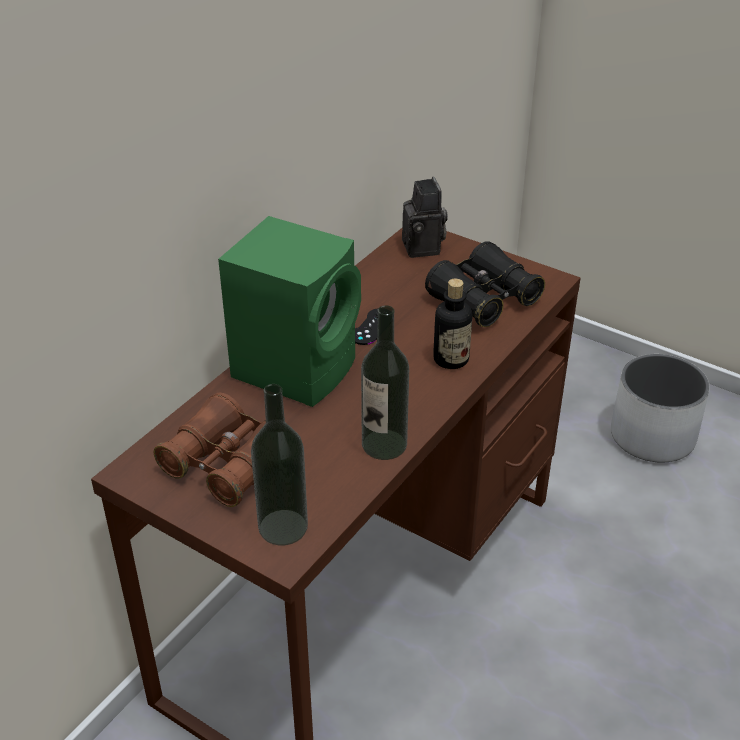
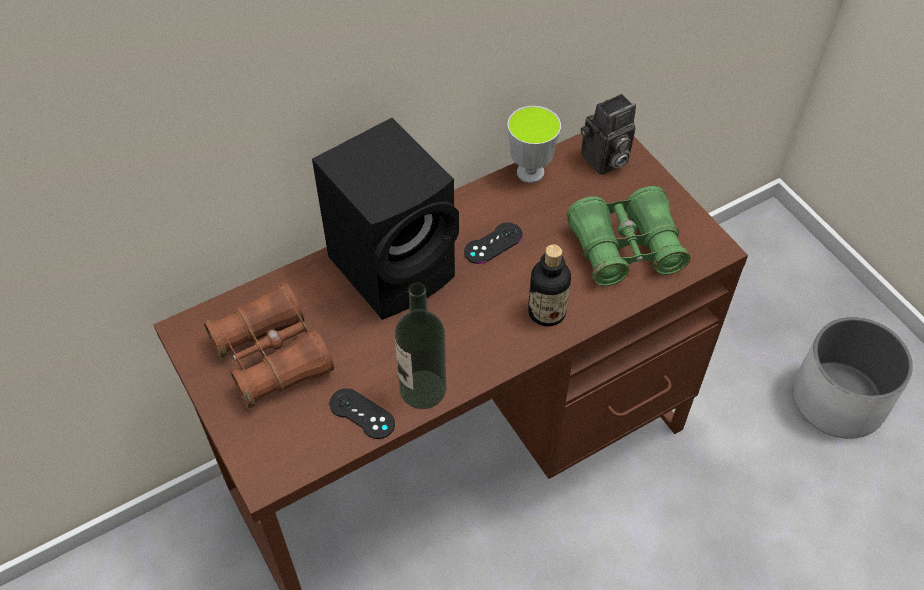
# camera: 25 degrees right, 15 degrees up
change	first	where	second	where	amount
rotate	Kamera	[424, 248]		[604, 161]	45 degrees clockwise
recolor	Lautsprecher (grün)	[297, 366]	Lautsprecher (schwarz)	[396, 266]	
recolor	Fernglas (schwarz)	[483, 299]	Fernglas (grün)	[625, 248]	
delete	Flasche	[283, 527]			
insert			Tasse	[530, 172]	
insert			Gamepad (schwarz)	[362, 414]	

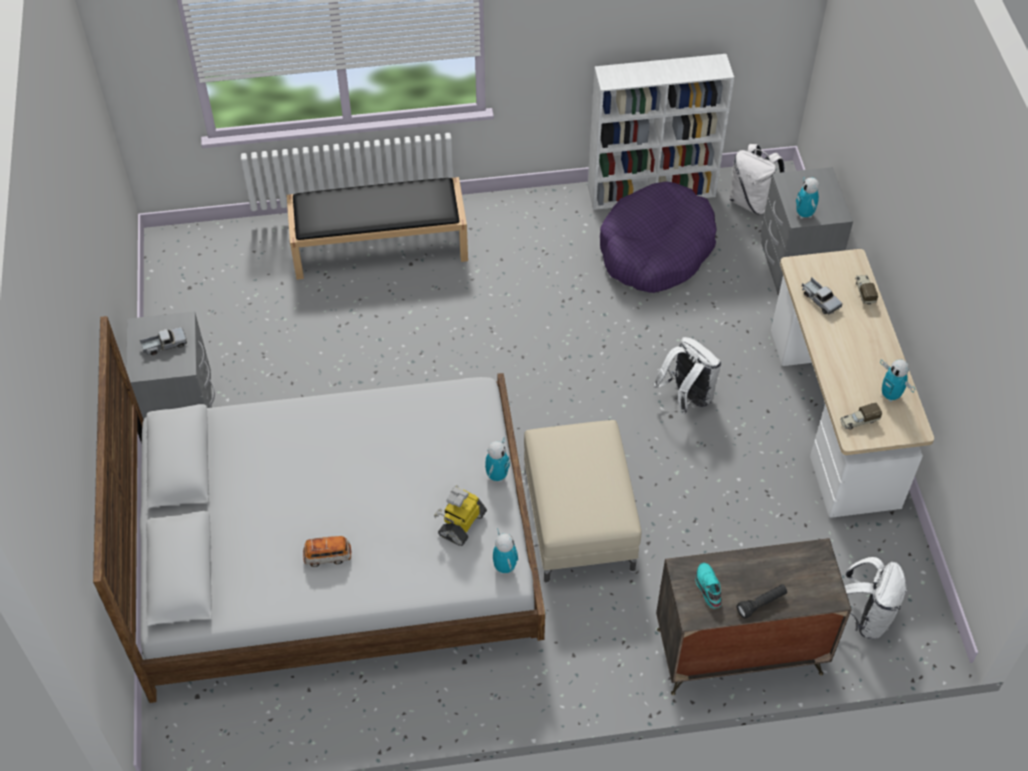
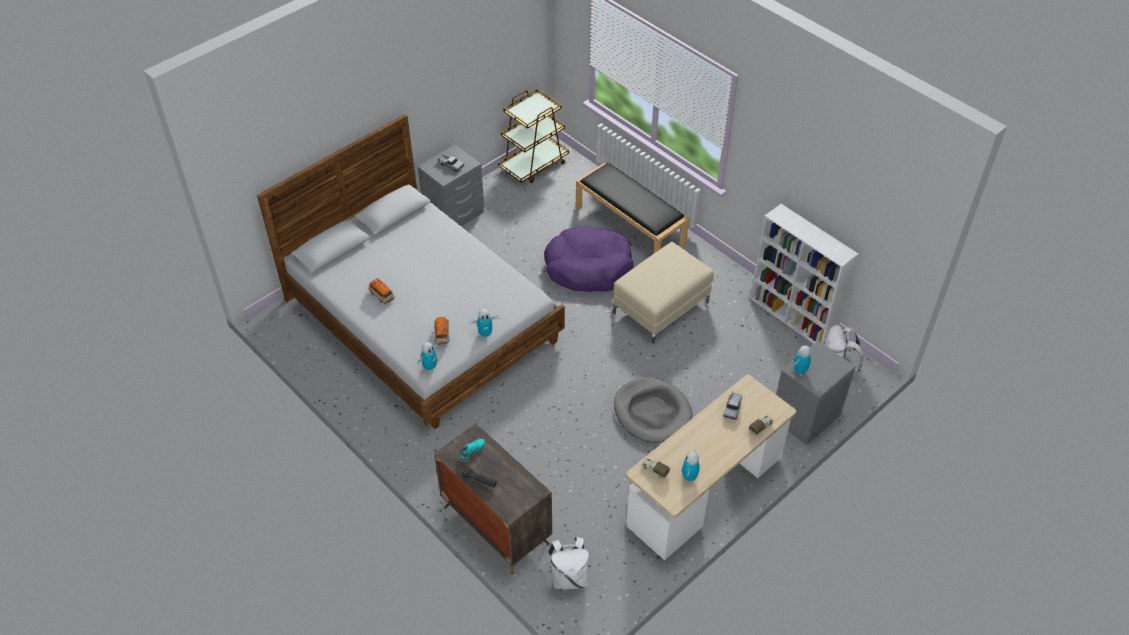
# camera: 55 degrees right, 5 degrees down
change	first	where	second	where	amount
move	Hundebett (lila)	[655, 249]		[588, 268]	
replace	Rucksack (weiß)	[686, 397]	Hundebett (grau)	[652, 412]	
move	Polsterhocker (beige)	[577, 520]		[660, 307]	
replace	Spielzeugroboter	[461, 523]	Spielzeugauto	[442, 335]	
insert			Rollwagen (braun)	[534, 165]	

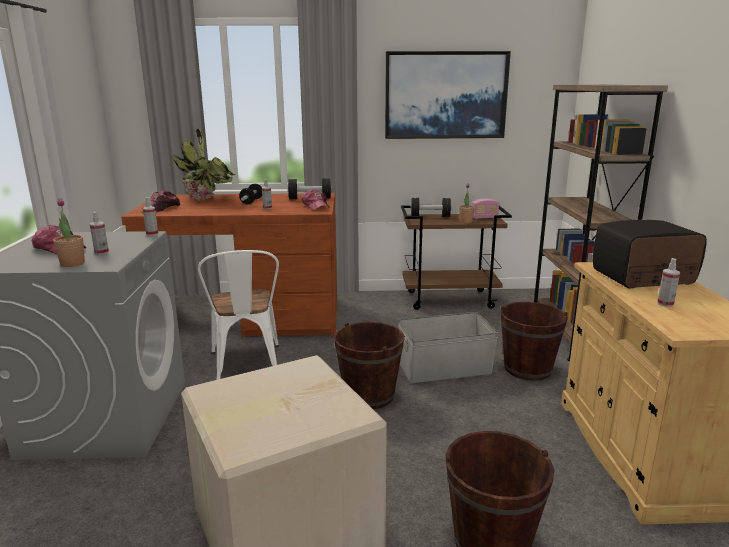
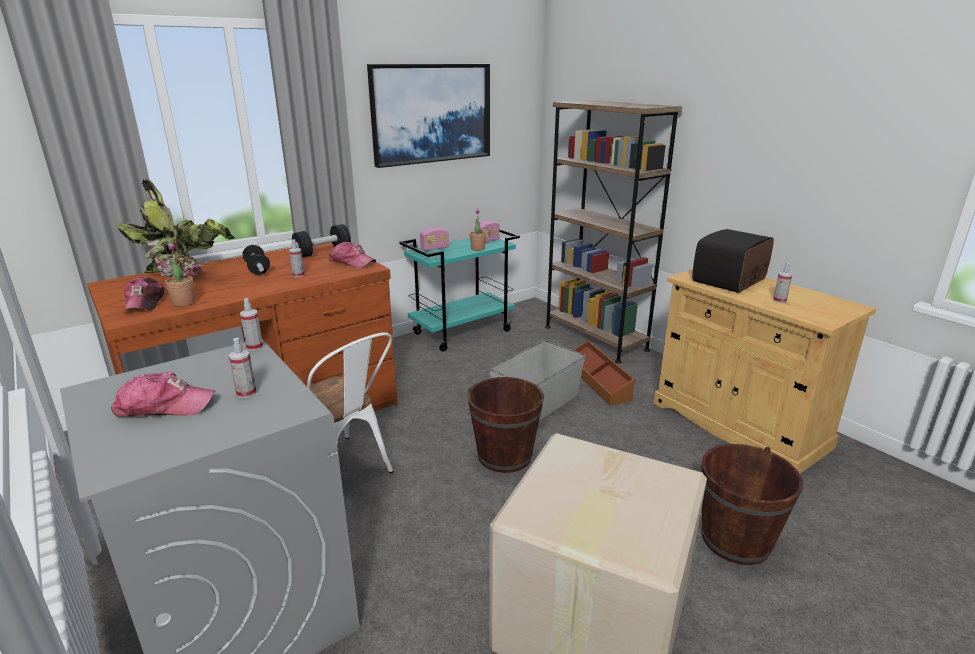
# camera: 35 degrees left, 5 degrees up
change	first	where	second	where	amount
move	Topfpflanze	[72, 264]		[184, 303]	
replace	Hantel (schwarz)	[430, 216]	Radio	[434, 248]	
recolor	Rollwagen (braun)	[450, 299]	Rollwagen (türkis)	[462, 332]	
replace	Eimer (braun)	[527, 369]	Aufbewahrungsbox (braun)	[598, 381]	

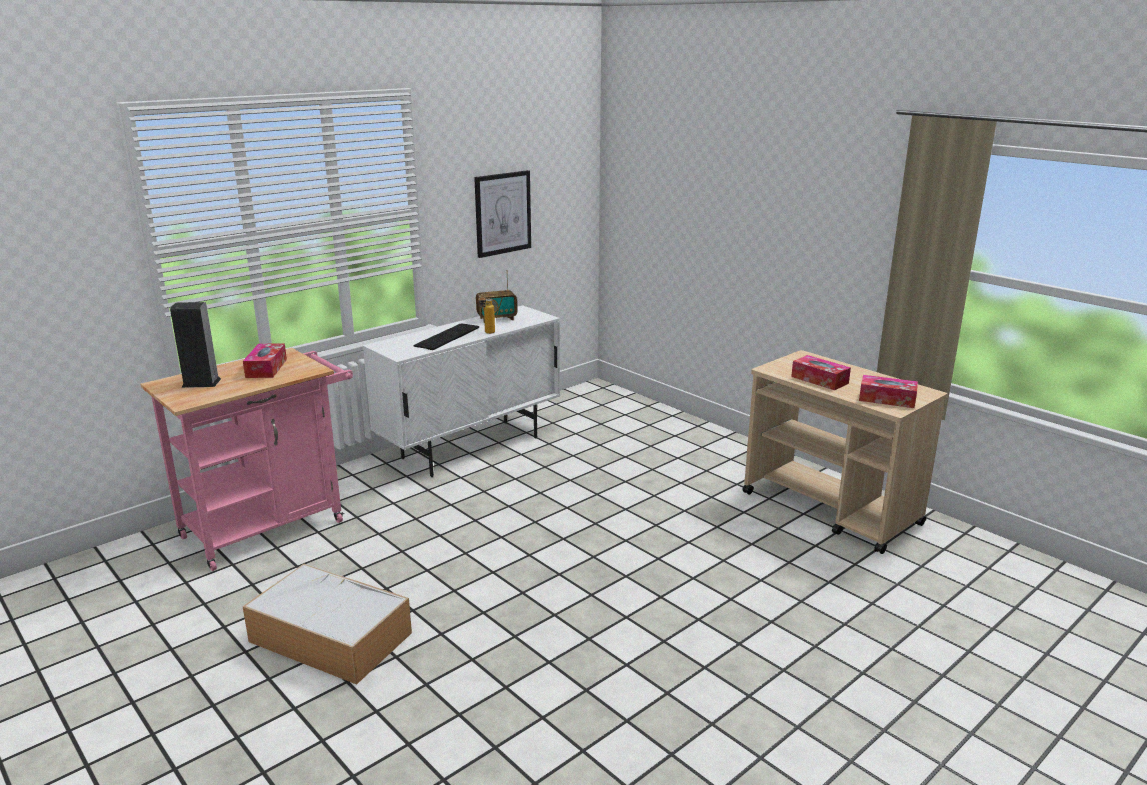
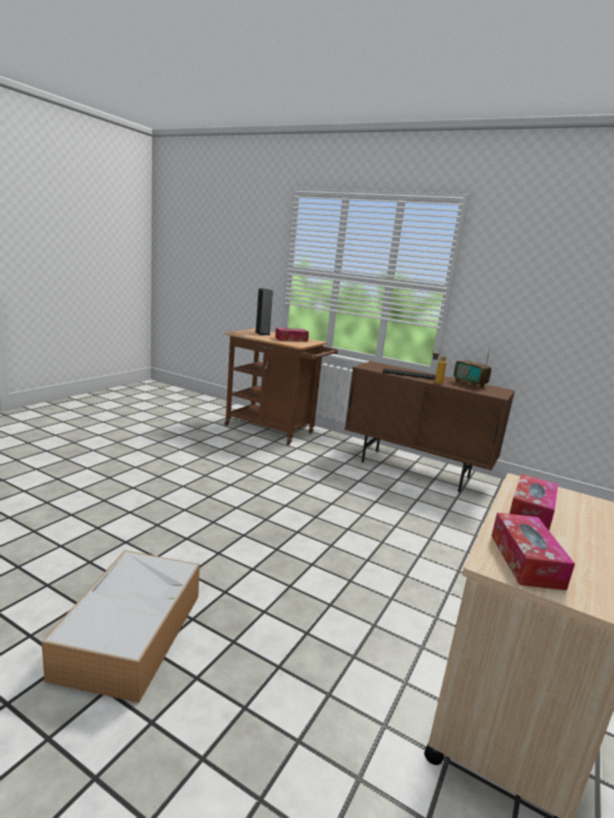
# camera: 70 degrees right, 5 degrees down
change	first	where	second	where	amount
delete	Bild	[502, 213]			
recolor	Schrank (weiß)	[471, 447]	Schrank (braun)	[415, 470]	
recolor	Rollwagen (rosa)	[272, 525]	Rollwagen (braun)	[274, 430]	
move	Aufbewahrungsbox	[328, 637]		[131, 632]	

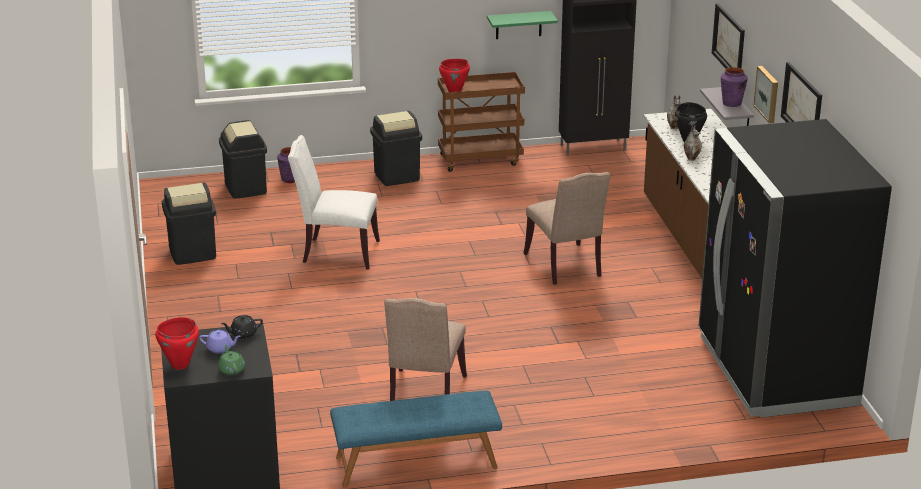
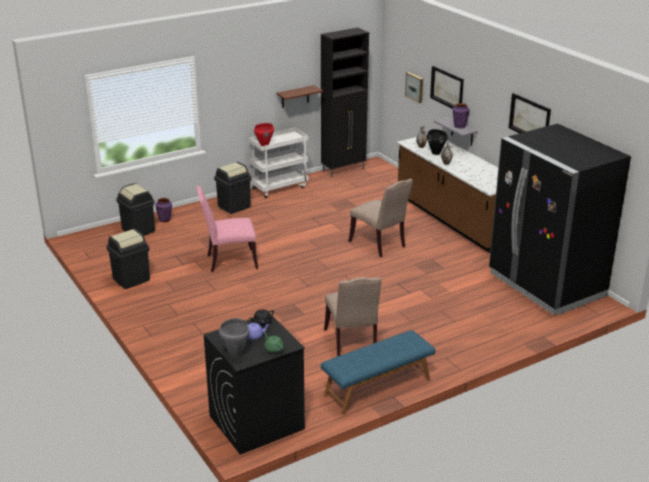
# camera: 20 degrees left, 0 degrees up
change	first	where	second	where	amount
recolor	Wandregal (grün)	[518, 25]	Wandregal (braun)	[295, 96]	
move	Bild	[768, 94]		[415, 87]	
recolor	Rollwagen (braun)	[480, 159]	Rollwagen (weiß)	[280, 187]	
recolor	Stuhl (weiß)	[337, 252]	Stuhl (rosa)	[229, 261]	
recolor	Kochtopf (rot)	[179, 365]	Kochtopf (grau)	[235, 353]	

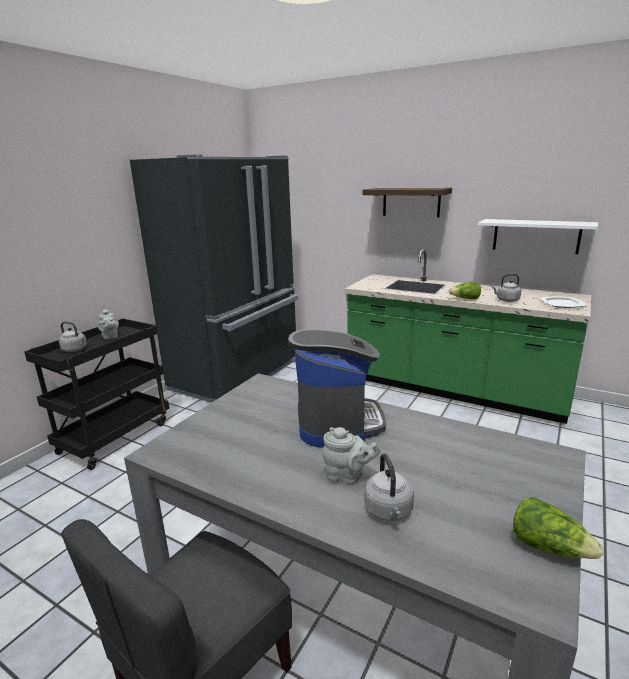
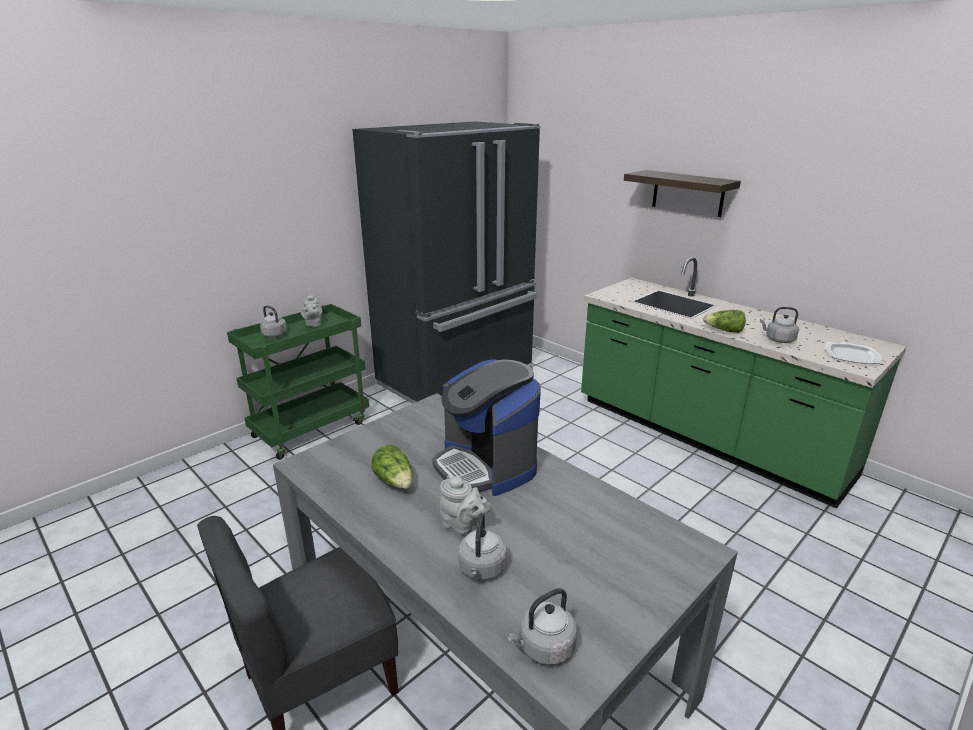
# camera: 15 degrees right, 5 degrees up
change	first	where	second	where	amount
delete	Wandregal (weiß)	[536, 236]			
recolor	Rollwagen (schwarz)	[115, 436]	Rollwagen (grün)	[311, 428]	
rotate	Kaffeemaschine	[337, 422]		[486, 465]	135 degrees clockwise
move	Salatkopf	[548, 547]		[395, 481]	
insert			Wasserkessel (grau)	[544, 648]	

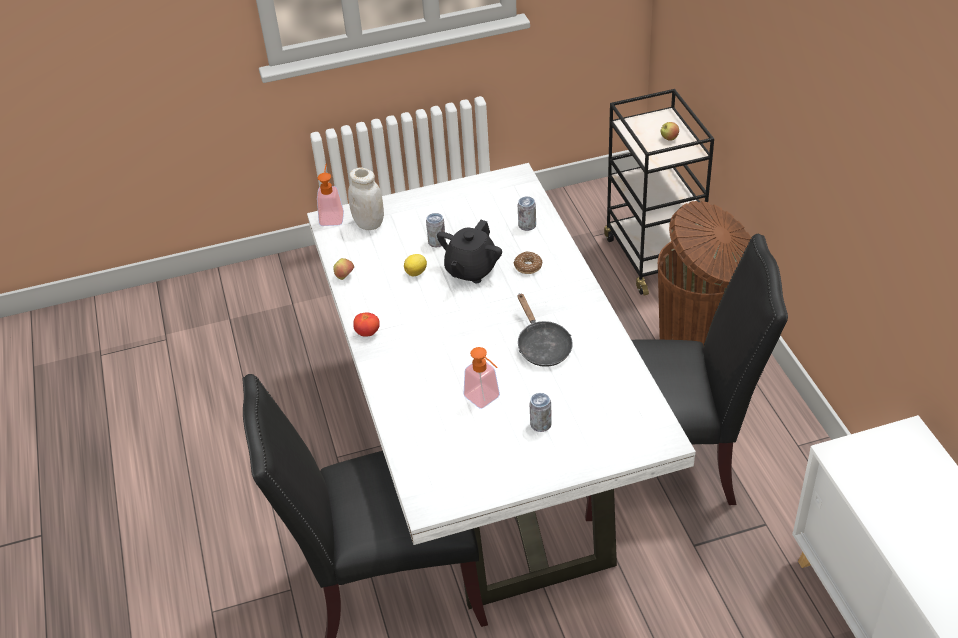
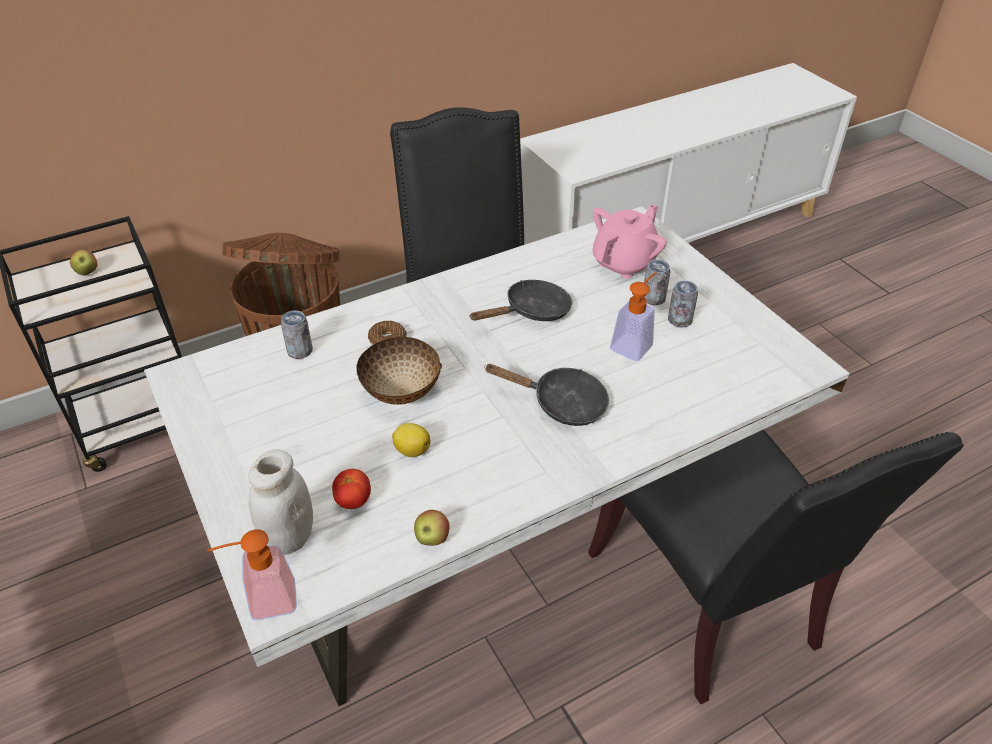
# camera: 105 degrees left, 0 degrees up
change	first	where	second	where	amount
move	Dose	[437, 242]		[679, 320]	
replace	Teekanne (schwarz)	[471, 270]	Schüssel	[400, 392]	
move	Tomate	[367, 333]		[353, 501]	
insert			Teekanne (rosa)	[624, 263]	
insert			Pfanne (schwarz)	[562, 403]	

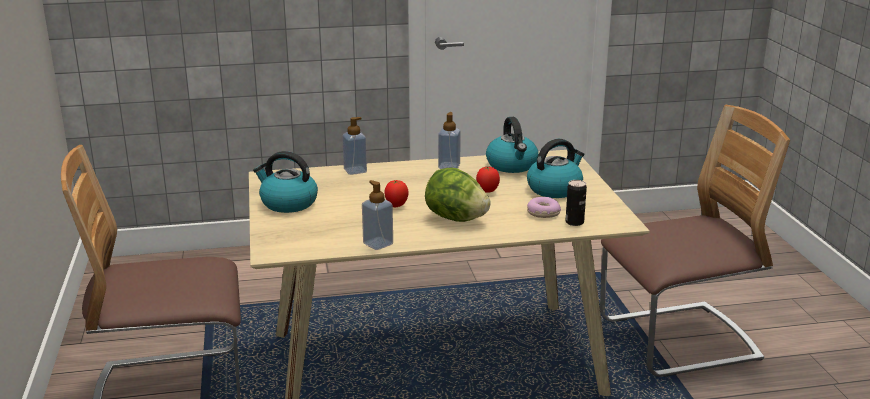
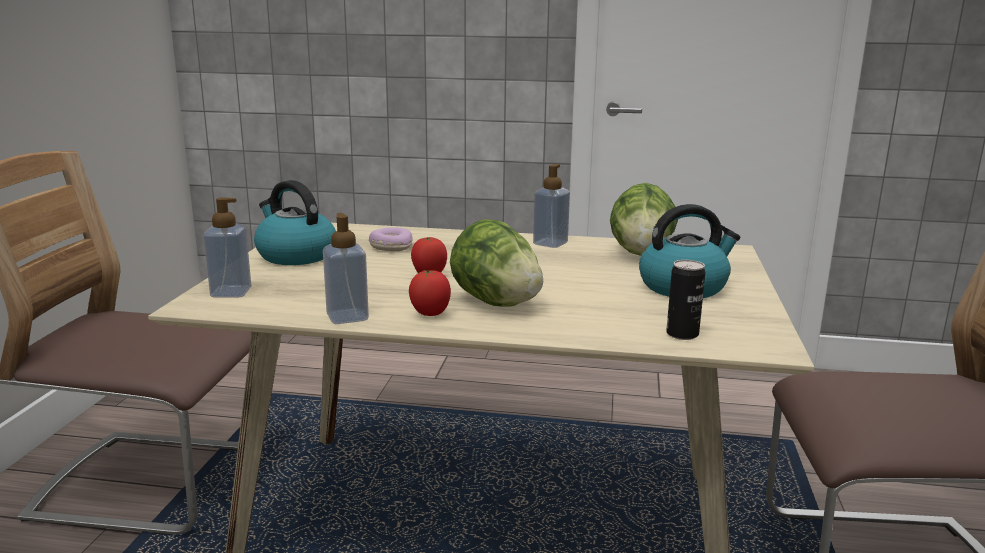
# camera: 20 degrees right, 5 degrees down
change	first	where	second	where	amount
move	Seifenspender	[355, 171]		[231, 292]	
replace	Wasserkessel	[512, 165]	Salatkopf	[641, 253]	
move	Tomate	[487, 191]		[430, 314]	
move	Donut	[542, 213]		[391, 247]	

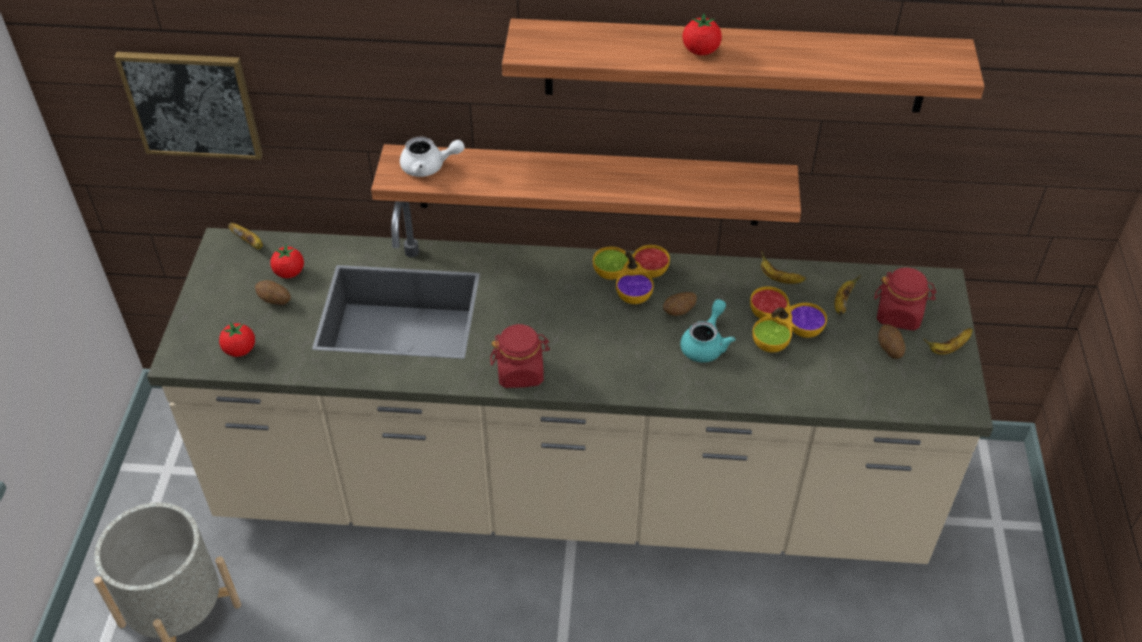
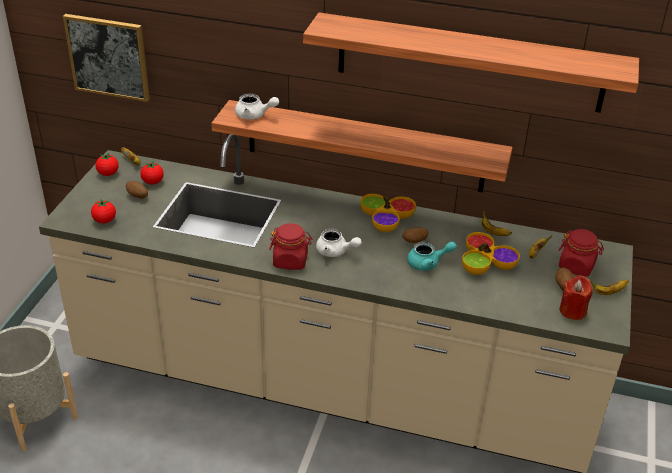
# camera: 10 degrees right, 10 degrees down
change	first	where	second	where	amount
move	Tomate	[700, 51]		[108, 173]	
rotate	Teekanne (türkis)	[706, 344]		[428, 263]	45 degrees clockwise
insert			Teekanne (weiß)	[335, 251]	
insert			Kerze (rot)	[572, 310]	

